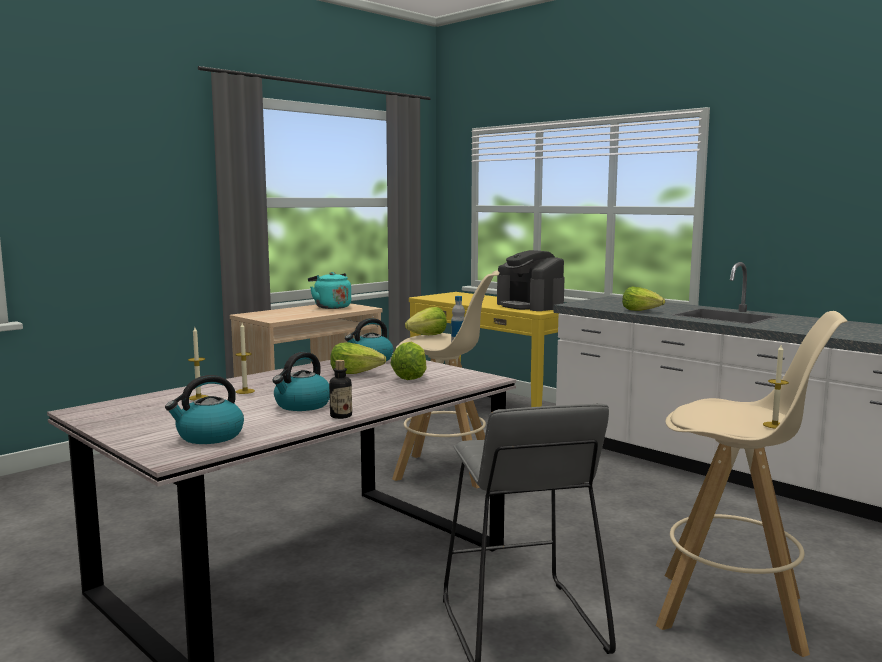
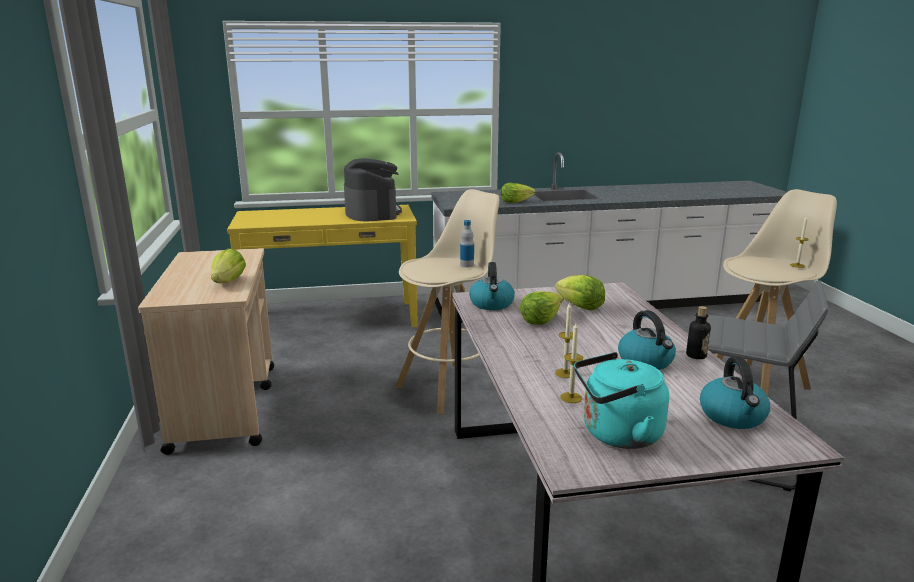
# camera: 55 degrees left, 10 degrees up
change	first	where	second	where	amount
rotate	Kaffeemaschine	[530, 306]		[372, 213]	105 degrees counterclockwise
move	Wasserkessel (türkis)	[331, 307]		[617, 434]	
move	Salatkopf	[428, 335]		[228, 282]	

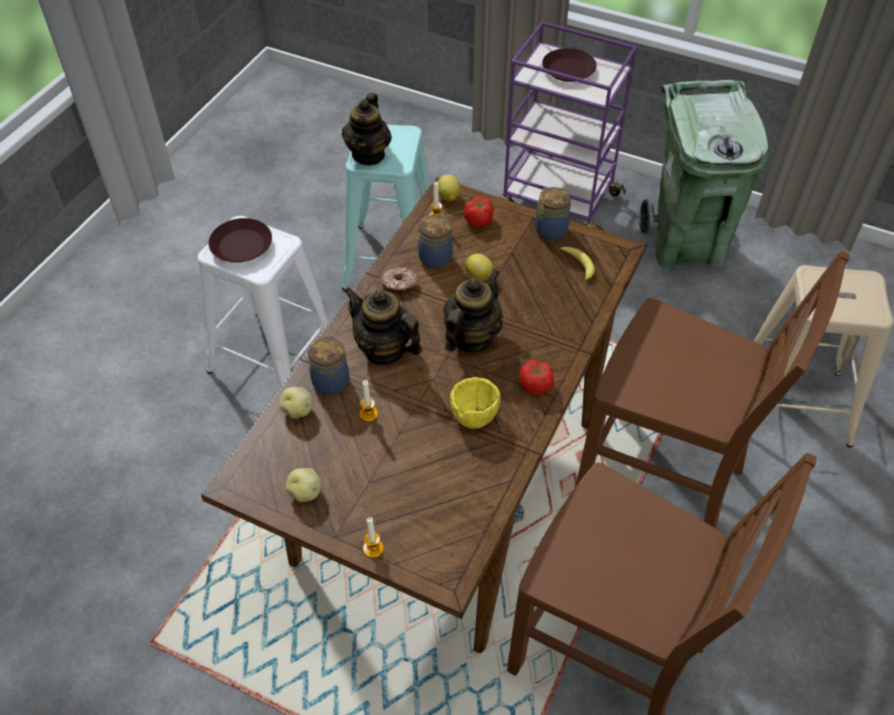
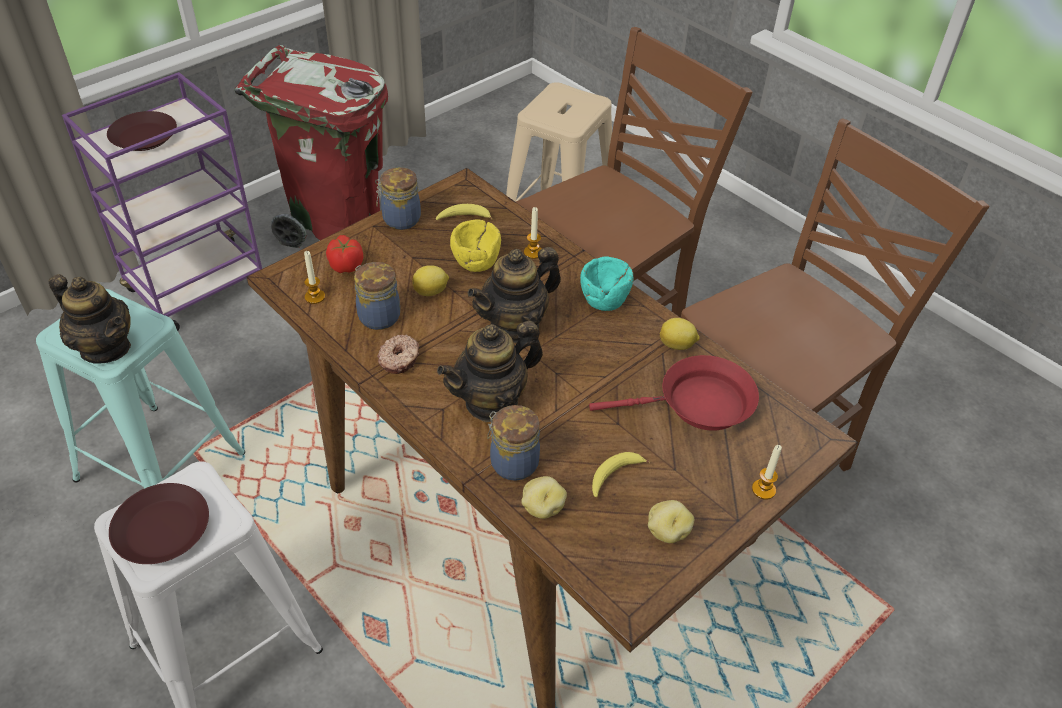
# camera: 70 degrees left, 5 degrees down
change	first	where	second	where	amount
recolor	Mülleimer (grün)	[685, 245]	Mülleimer (rot)	[336, 226]	
move	Zitrone	[448, 197]		[677, 345]	
rotate	Teekanne	[471, 337]		[515, 326]	90 degrees counterclockwise
replace	Tomate	[536, 385]	Schüssel (türkis)	[604, 299]	
move	Schüssel (gelb)	[474, 415]		[476, 261]	
move	Kerze	[368, 414]		[533, 252]	
insert			Pfanne (rot)	[697, 405]	
insert			Banane	[614, 476]	

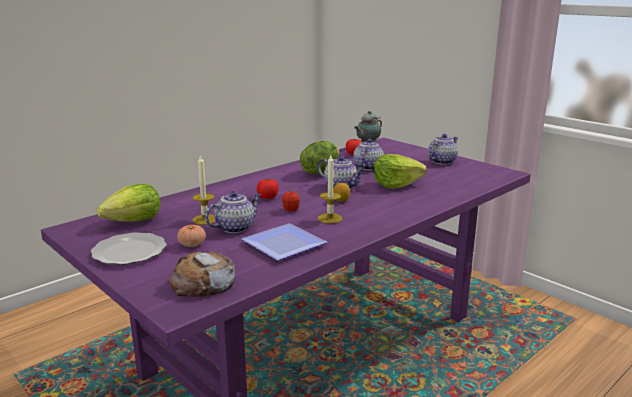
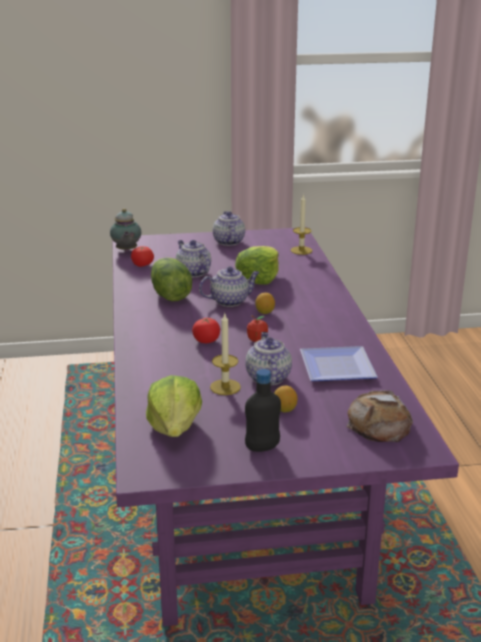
# camera: 55 degrees left, 5 degrees up
change	first	where	second	where	amount
move	Kerze	[330, 218]		[301, 250]	
replace	Tomate	[192, 244]	Zitrone	[284, 409]	
replace	Teller	[128, 252]	Flasche (schwarz)	[262, 448]	

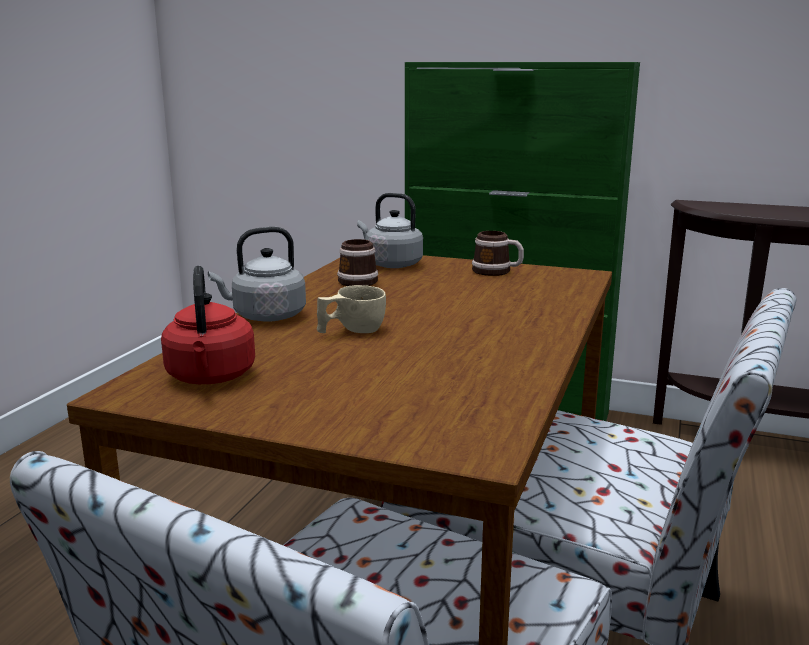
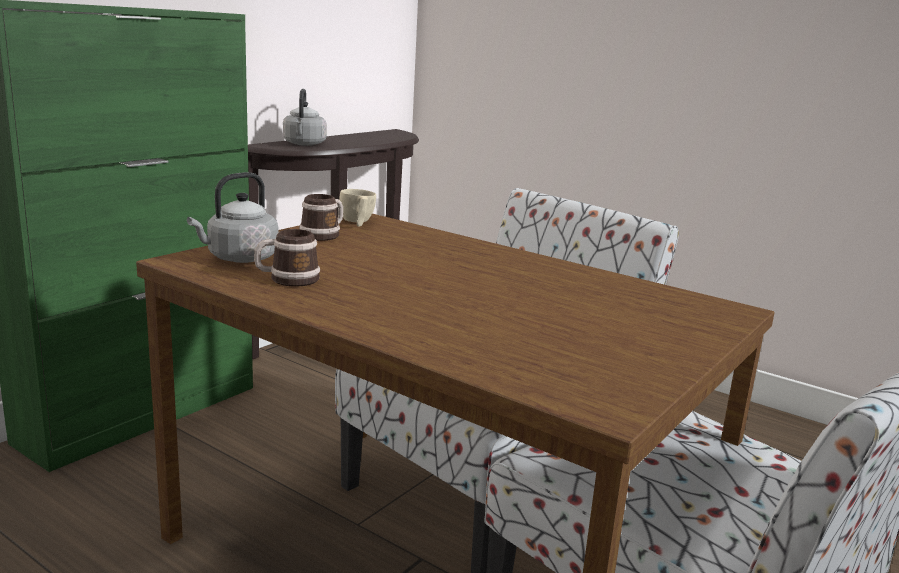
# camera: 75 degrees left, 0 degrees up
change	first	where	second	where	amount
move	Wasserkessel (grau)	[265, 316]		[304, 144]	
delete	Wasserkessel (rot)	[211, 378]			
move	Tasse (beige)	[351, 331]		[357, 222]	

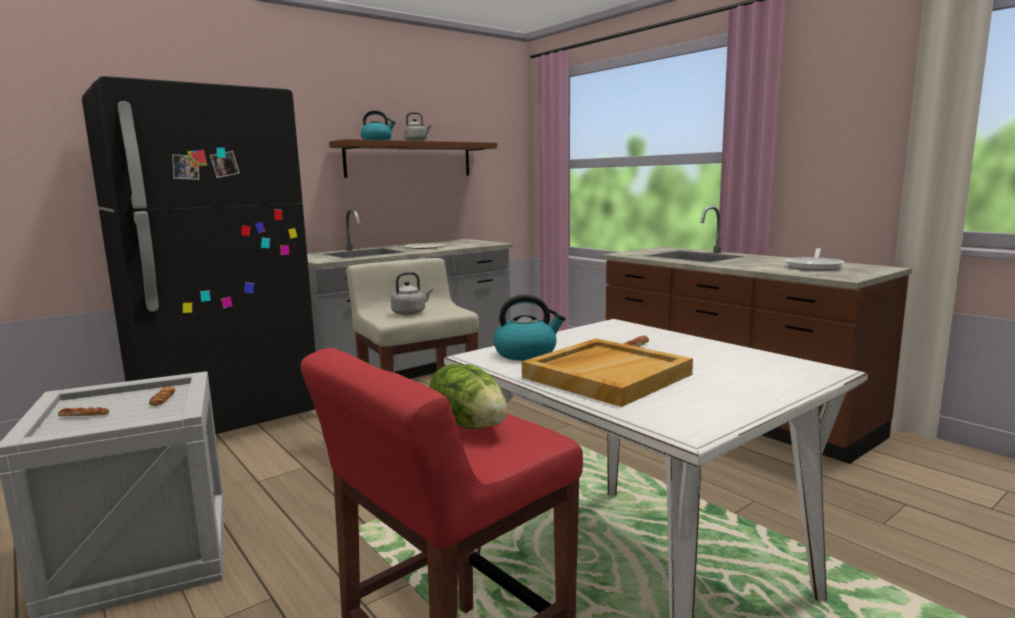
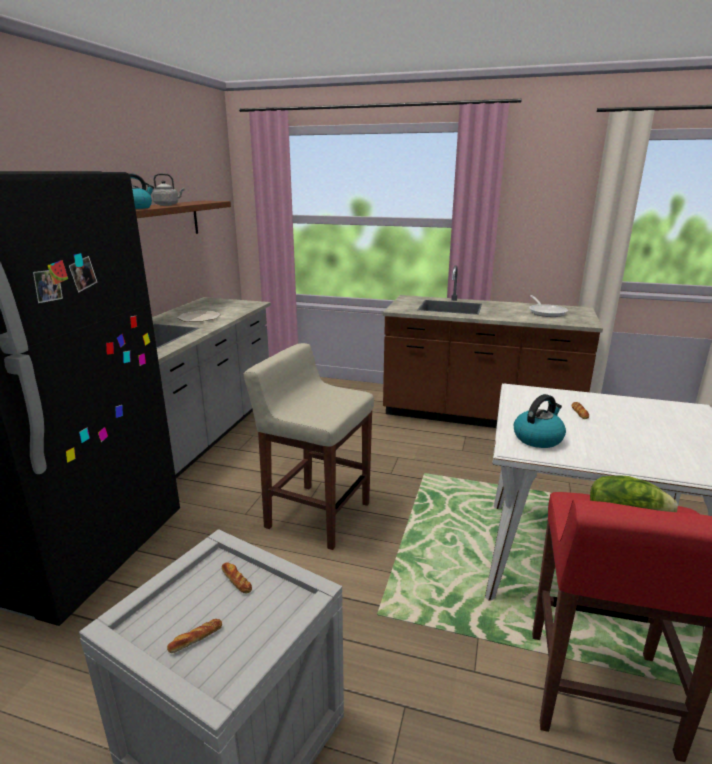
# camera: 35 degrees left, 10 degrees up
change	first	where	second	where	amount
delete	Wasserkessel (grau)	[410, 313]			
delete	Tablett (beige)	[606, 375]			

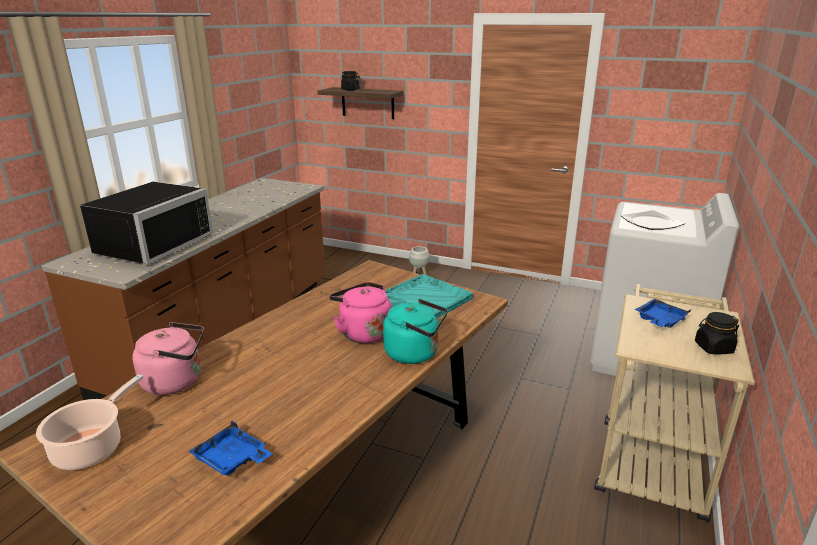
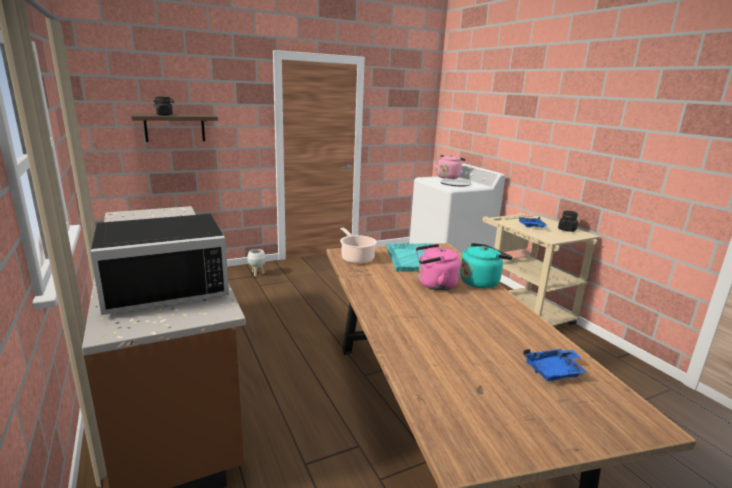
# camera: 50 degrees left, 5 degrees down
change	first	where	second	where	amount
rotate	Mikrowelle (schwarz)	[150, 244]		[166, 286]	90 degrees clockwise
move	Wasserkessel (rosa)	[176, 381]		[448, 177]	
move	Kochtopf	[91, 447]		[356, 258]	

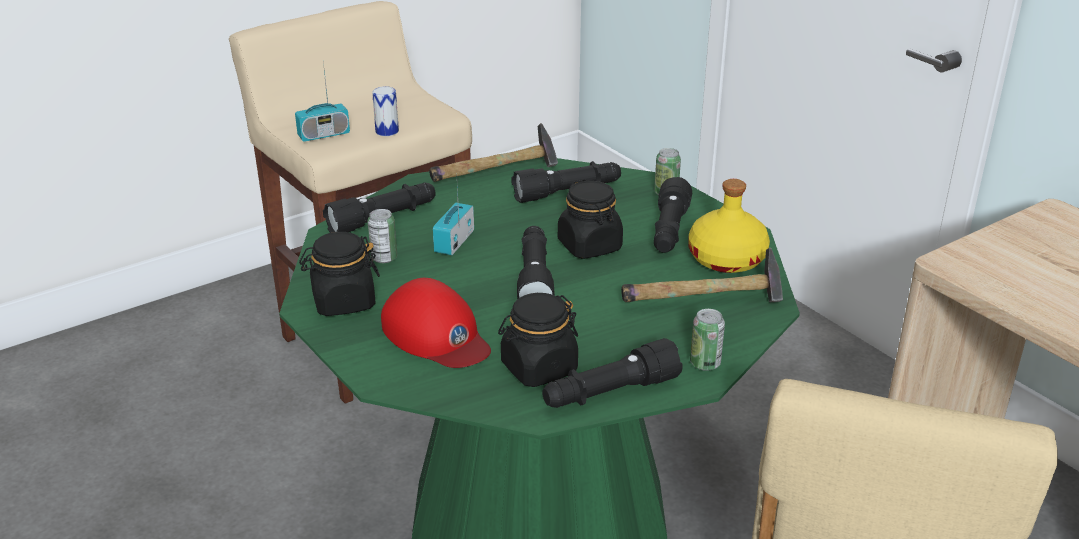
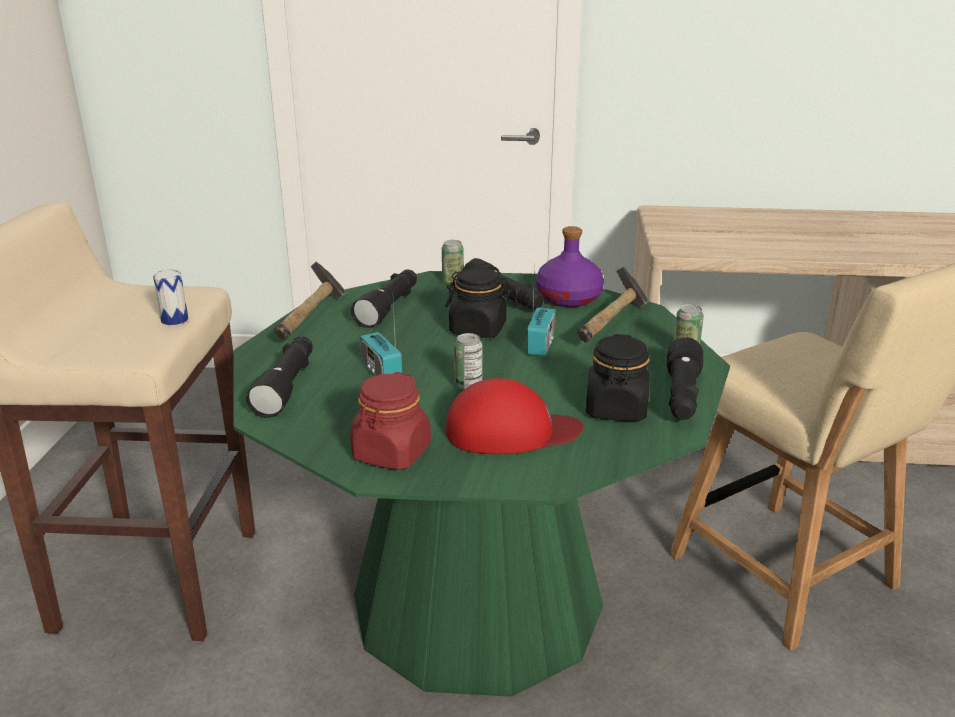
# camera: 50 degrees left, 5 degrees down
change	first	where	second	where	amount
move	Radio	[324, 135]		[540, 345]	
recolor	Flasche (gelb)	[727, 259]	Flasche (lila)	[569, 298]	
move	Dose	[384, 258]		[468, 385]	
delete	Taschenlampe (schwarz)	[534, 278]			
recolor	Vorratsglas (schwarz)	[343, 302]	Vorratsglas (rot)	[391, 453]	

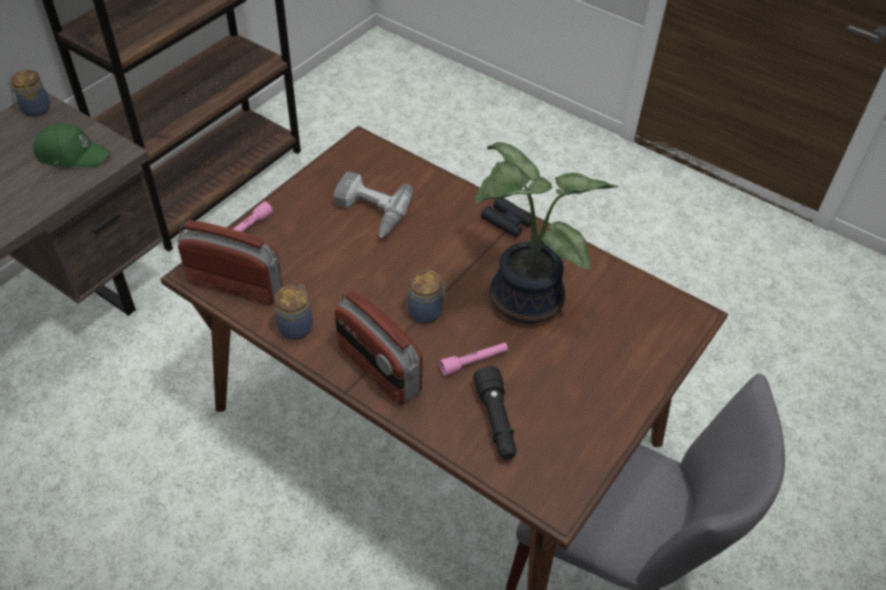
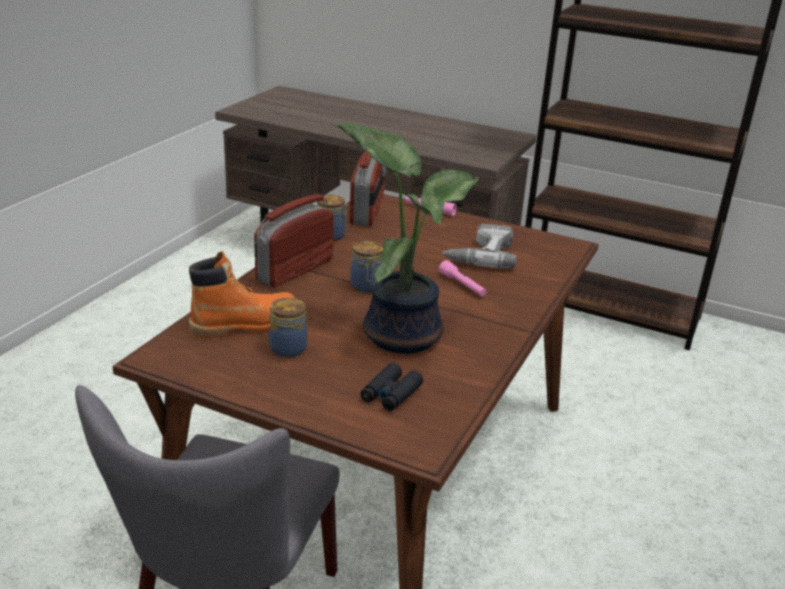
# camera: 80 degrees right, 20 degrees down
change	first	where	second	where	amount
move	Vorratsglas	[35, 109]		[287, 348]	
delete	Kappe (grün)	[72, 154]			
move	Fernglas (schwarz)	[507, 222]		[391, 394]	
move	Taschenlampe (rosa)	[474, 362]		[462, 285]	
replace	Taschenlampe (schwarz)	[496, 421]	Stiefel (orange)	[245, 324]	

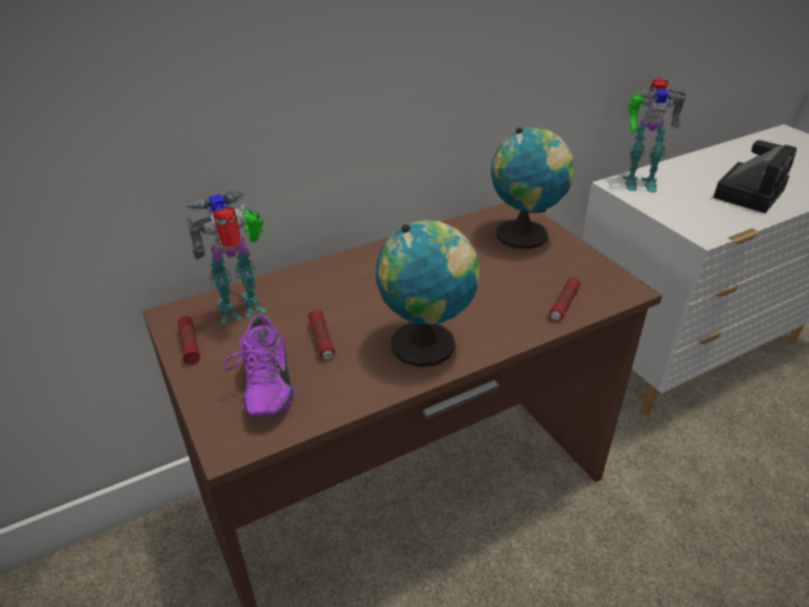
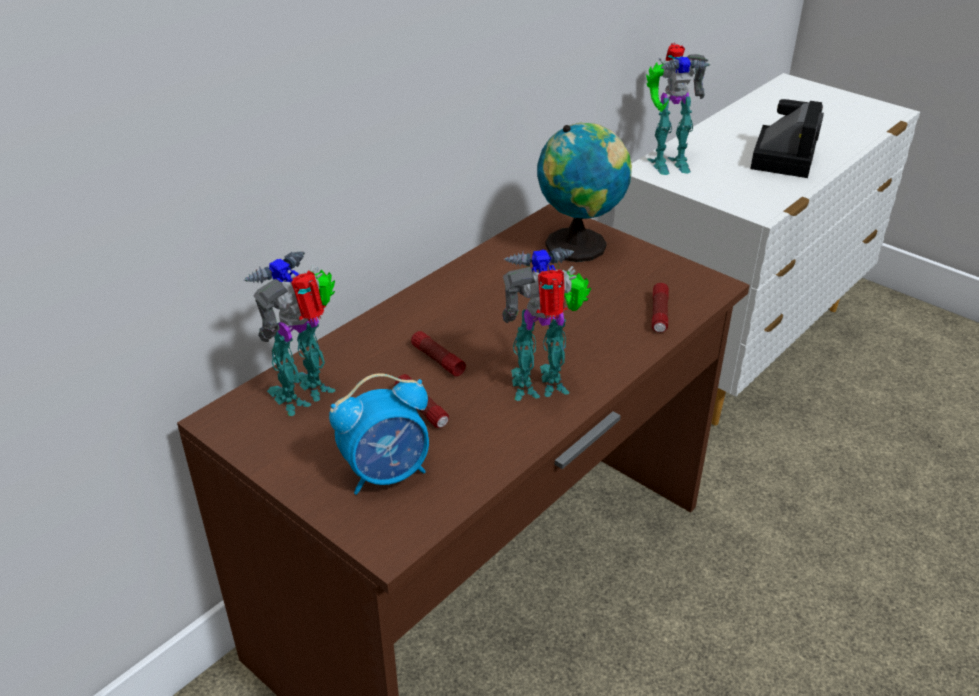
# camera: 20 degrees left, 0 degrees up
change	first	where	second	where	amount
replace	Globus	[428, 344]	Spielzeugroboter	[542, 387]	
replace	Schuh (lila)	[263, 387]	Wecker	[387, 473]	
move	Taschenlampe	[189, 345]		[437, 360]	

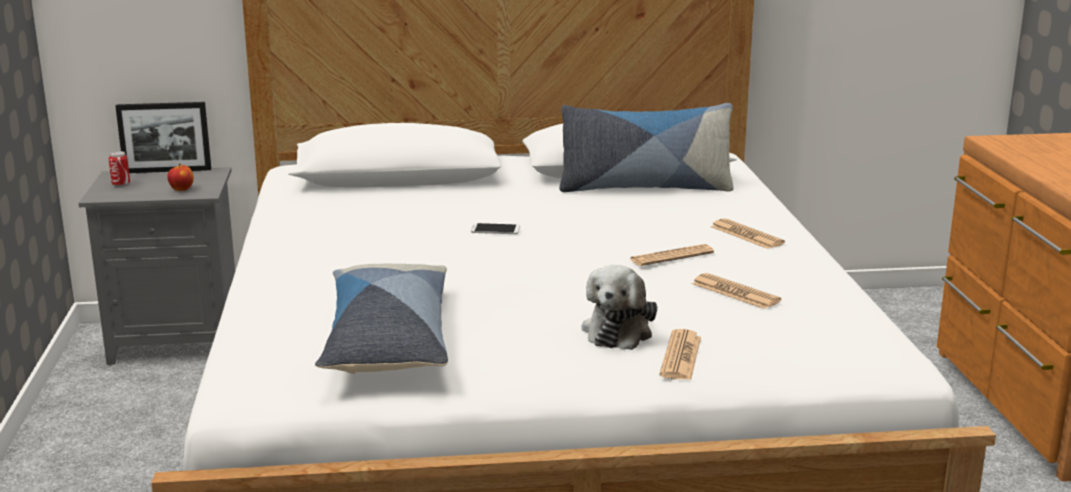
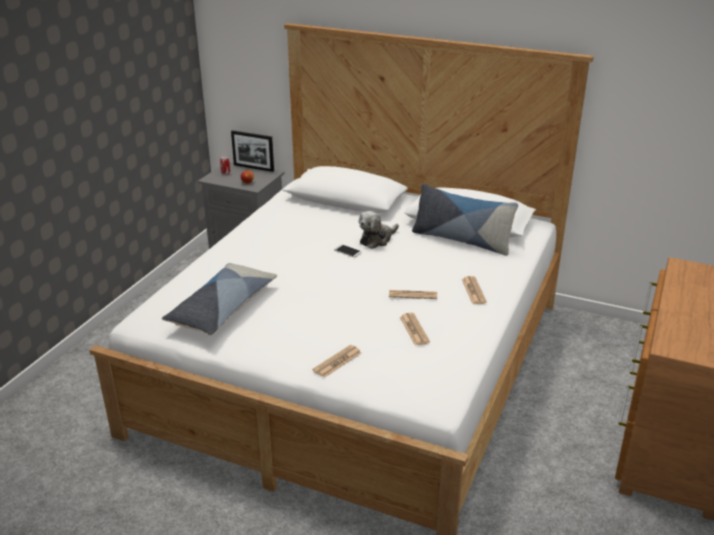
# camera: 30 degrees right, 10 degrees up
change	first	where	second	where	amount
move	Plüschtier	[619, 331]		[377, 239]	

